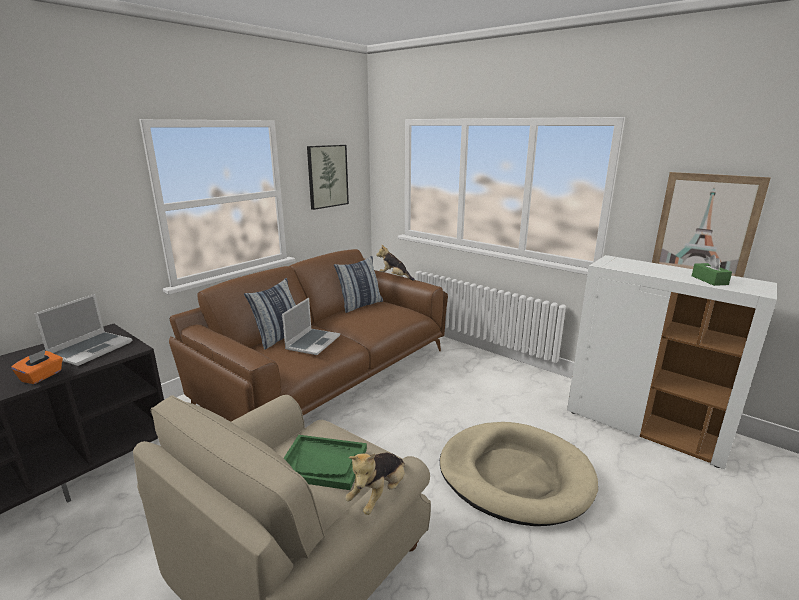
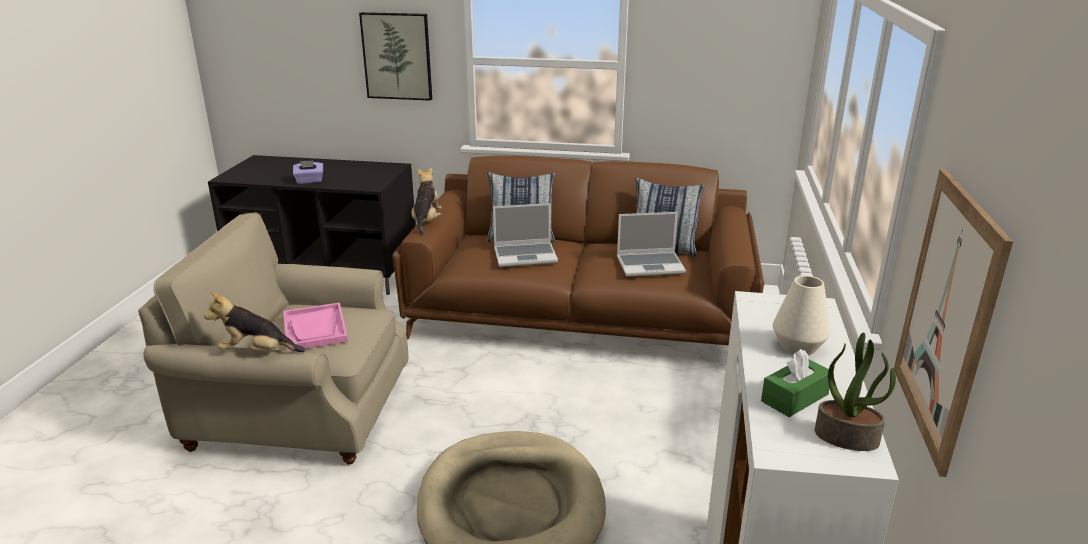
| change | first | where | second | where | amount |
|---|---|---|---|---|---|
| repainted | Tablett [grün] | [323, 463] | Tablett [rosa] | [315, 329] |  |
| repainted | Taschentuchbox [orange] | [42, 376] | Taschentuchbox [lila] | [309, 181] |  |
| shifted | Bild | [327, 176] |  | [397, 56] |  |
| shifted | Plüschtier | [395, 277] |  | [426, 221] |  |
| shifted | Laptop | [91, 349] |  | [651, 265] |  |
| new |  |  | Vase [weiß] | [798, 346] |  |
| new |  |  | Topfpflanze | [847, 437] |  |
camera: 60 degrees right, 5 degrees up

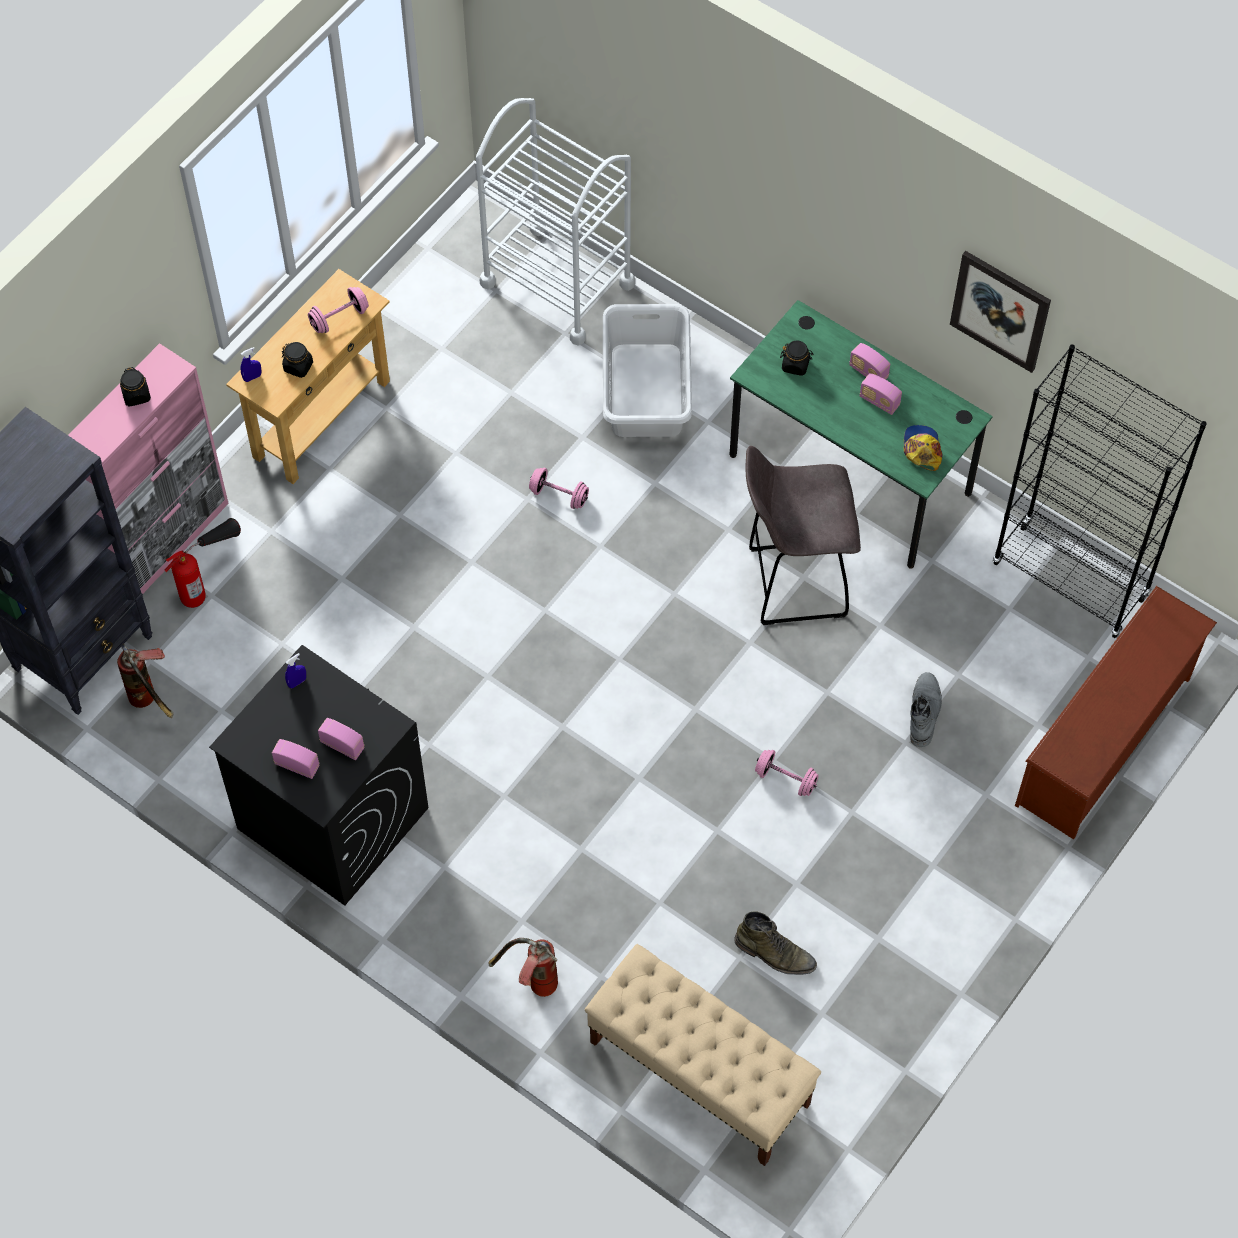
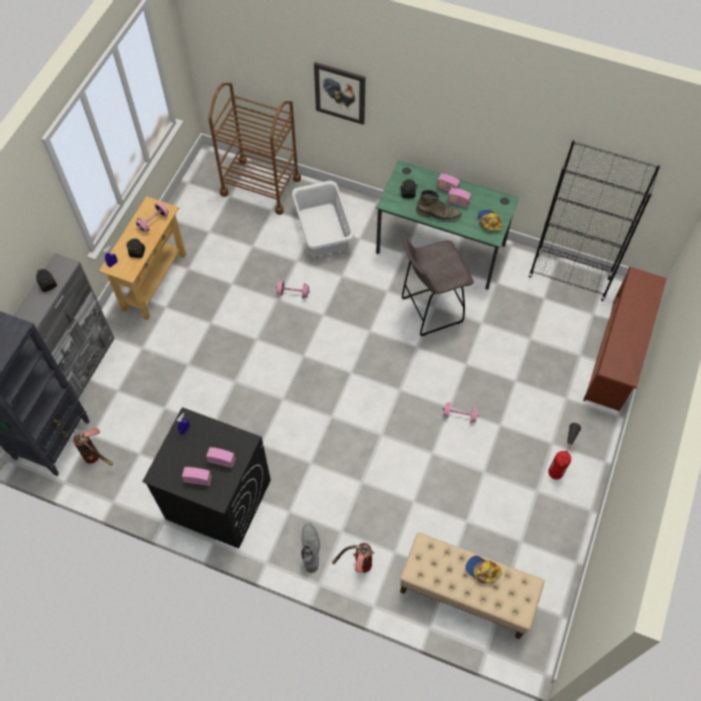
| change | first | where | second | where | amount |
|---|---|---|---|---|---|
| repainted | Schrank [rosa] | [165, 540] | Schrank [grau] | [84, 366] |  |
| repainted | Rollwagen [weiß] | [557, 283] | Rollwagen [braun] | [261, 186] |  |
| shifted | Stiefel [grau] | [924, 711] |  | [310, 548] |  |
| shifted | Bild | [1000, 310] |  | [340, 93] |  |
| shifted | Stiefel [grün] | [775, 954] |  | [438, 214] |  |
| new |  |  | Kappe | [482, 570] |  |
| shifted | Feuerlöscher | [210, 581] |  | [560, 460] |  |
camera: 15 degrees left, 0 degrees up

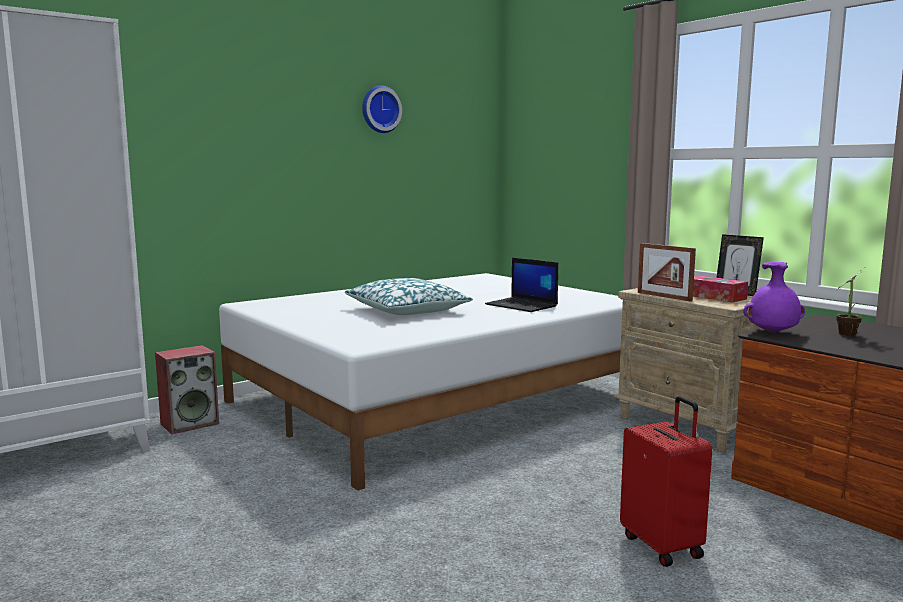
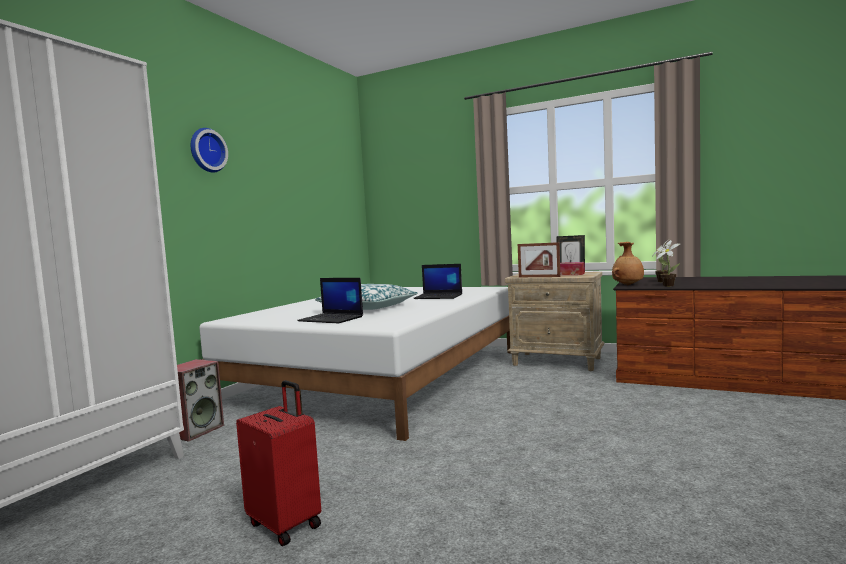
| change | first | where | second | where | amount |
|---|---|---|---|---|---|
| shifted | Wanduhr | [380, 109] |  | [206, 150] |  |
| shifted | Koffer [rot] | [663, 546] |  | [286, 524] |  |
| new |  |  | Laptop | [332, 319] |  |
| repainted | Vase [lila] | [773, 332] | Vase [braun] | [628, 285] |  |
| new |  |  | Topfpflanze | [667, 285] |  |
camera: 25 degrees left, 5 degrees down

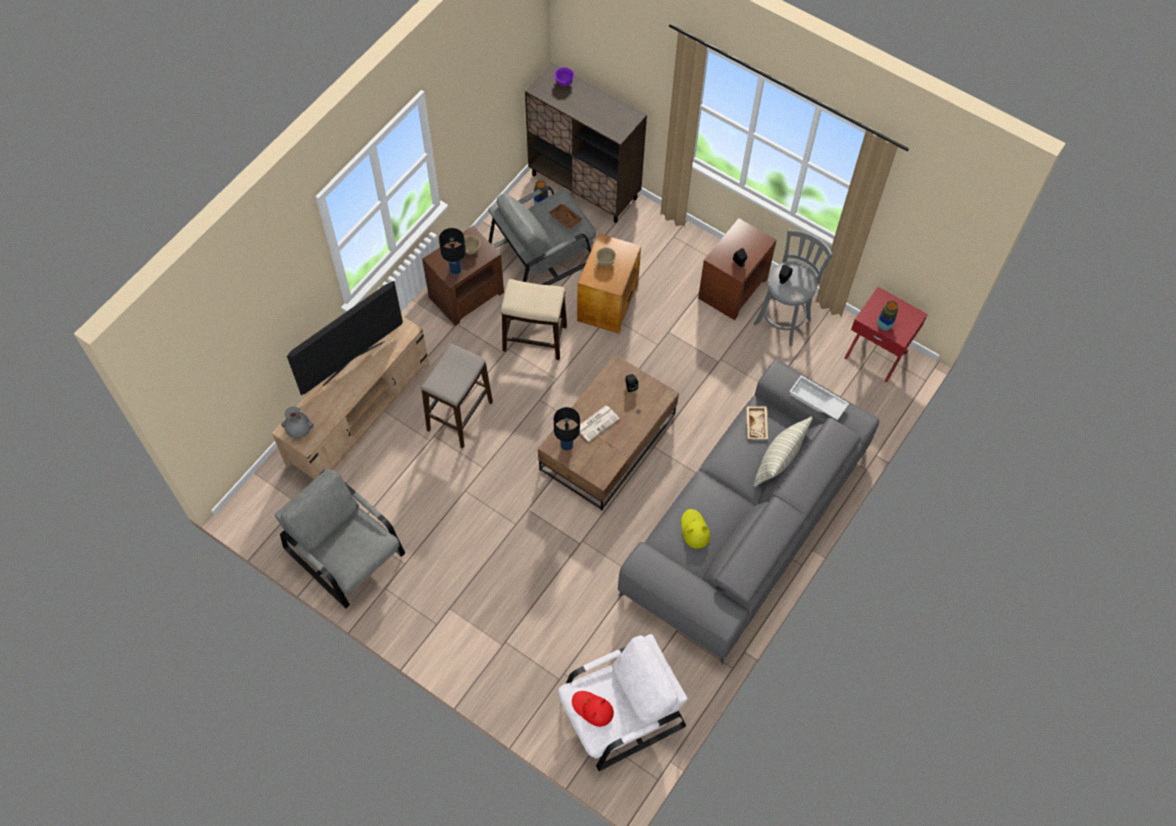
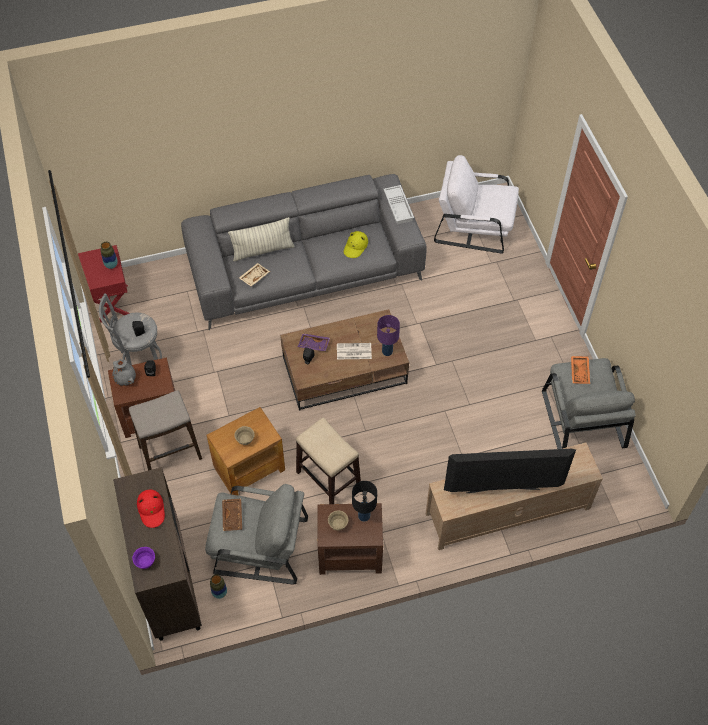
| change | first | where | second | where | amount |
|---|---|---|---|---|---|
| shifted | Vase [grau] | [299, 431] |  | [126, 379] |  |
| shifted | Hocker | [460, 416] |  | [170, 453] |  |
| shifted | Hut [rot] | [592, 709] |  | [151, 509] |  |
| new |  |  | Tablett [lila] | [313, 345] |  |
| repainted | Tischlampe [schwarz] | [566, 445] | Tischlampe [lila] | [387, 352] |  |
| shifted | Tablett [weiß] | [816, 401] |  | [399, 207] |  |
| new |  |  | Tablett [orange] | [580, 372] |  |
camera: 140 degrees left, 5 degrees down

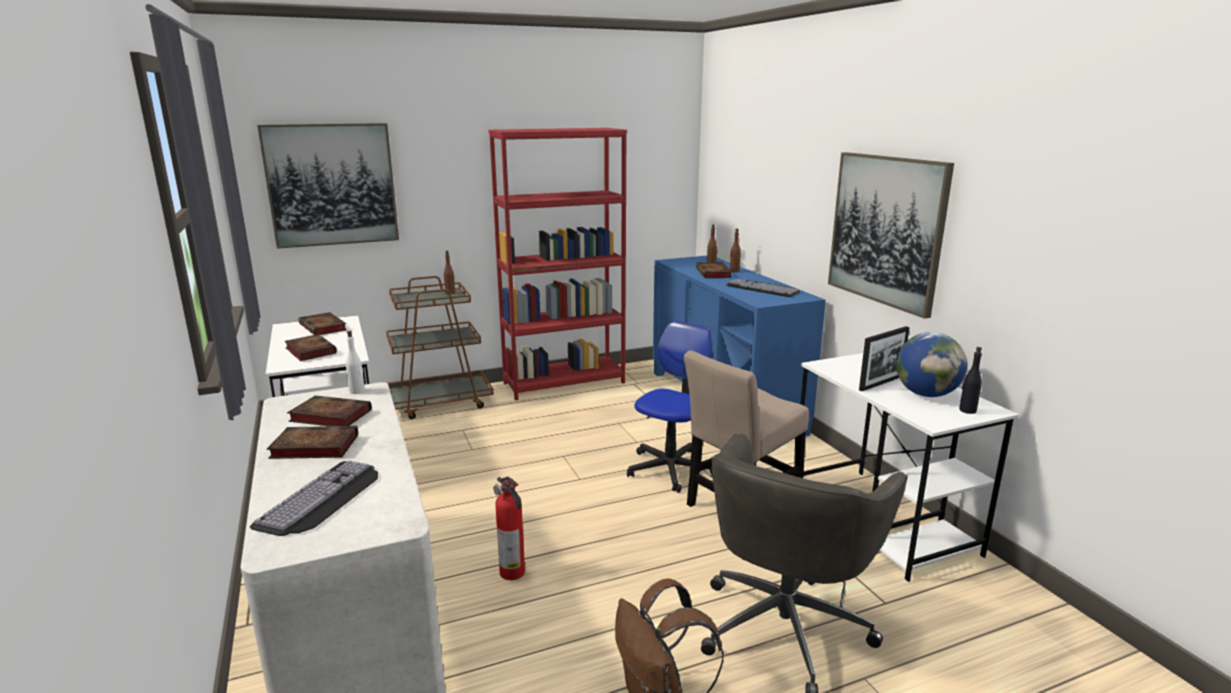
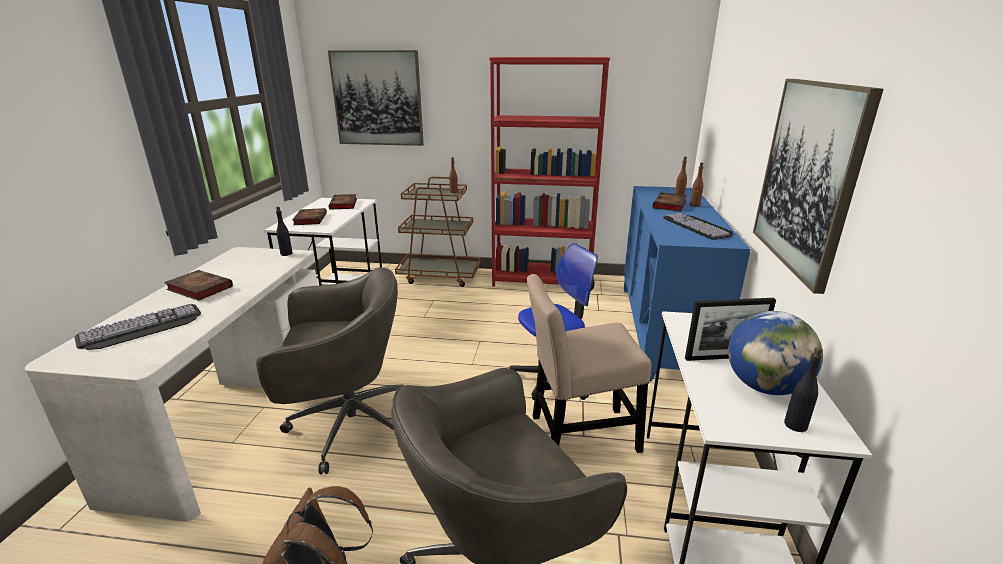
| change | first | where | second | where | amount |
|---|---|---|---|---|---|
| swapped | Feuerlöscher | [513, 573] | Bürostuhl [grau] | [348, 425] |  |
| repainted | Flasche [weiß] | [357, 391] | Flasche [schwarz] | [286, 254] |  |
| gone | Buch | [328, 416] |  |  |  |
camera: 30 degrees right, 5 degrees up

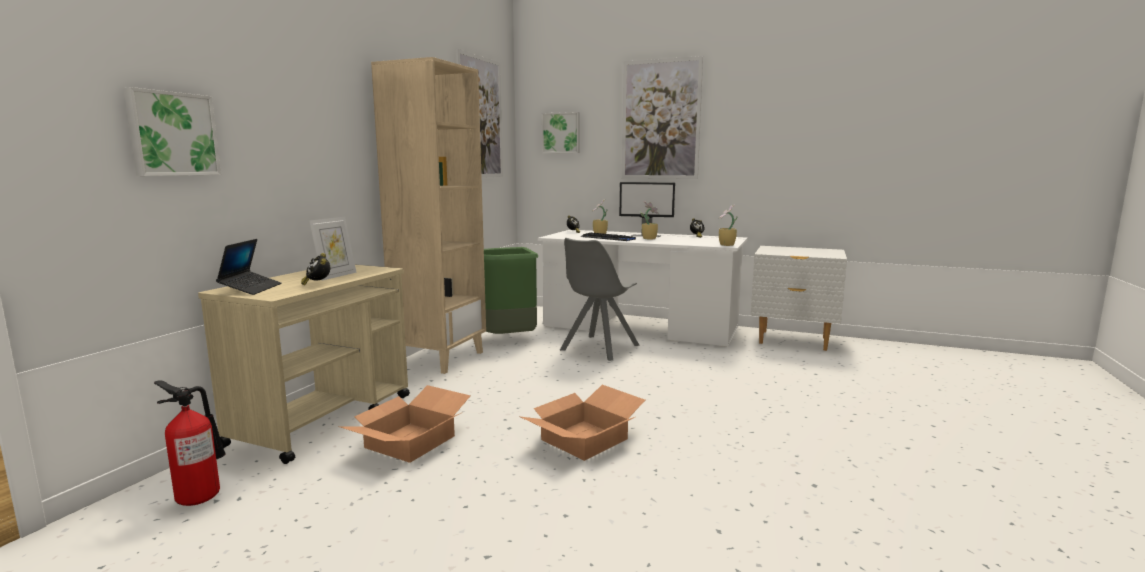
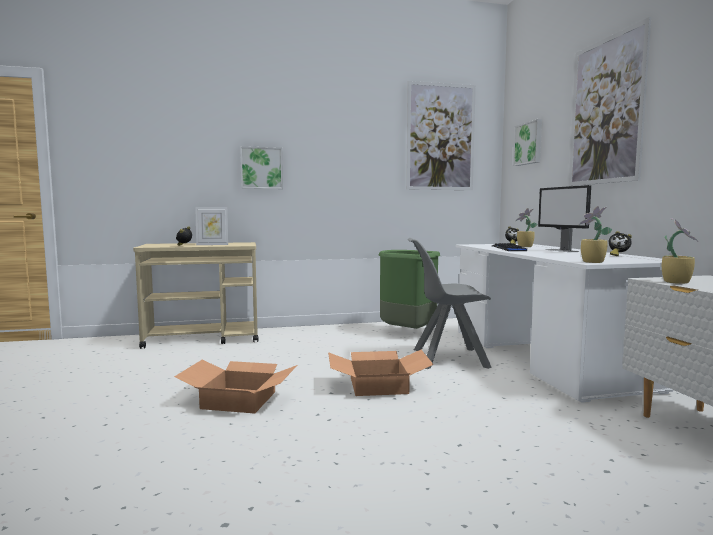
| change | first | where | second | where | amount |
|---|---|---|---|---|---|
| shifted | Bild | [172, 134] |  | [261, 168] |  |
| shifted | Karton | [410, 441] |  | [379, 385] |  |
| shifted | Topfpflanze | [649, 238] |  | [676, 282] |  |
| gone | Feuerlöscher | [201, 496] |  |  |  |
| gone | Laptop | [251, 289] |  |  |  |
| gone | Bücherregal [beige] | [440, 358] |  |  |  |
camera: 55 degrees right, 5 degrees down

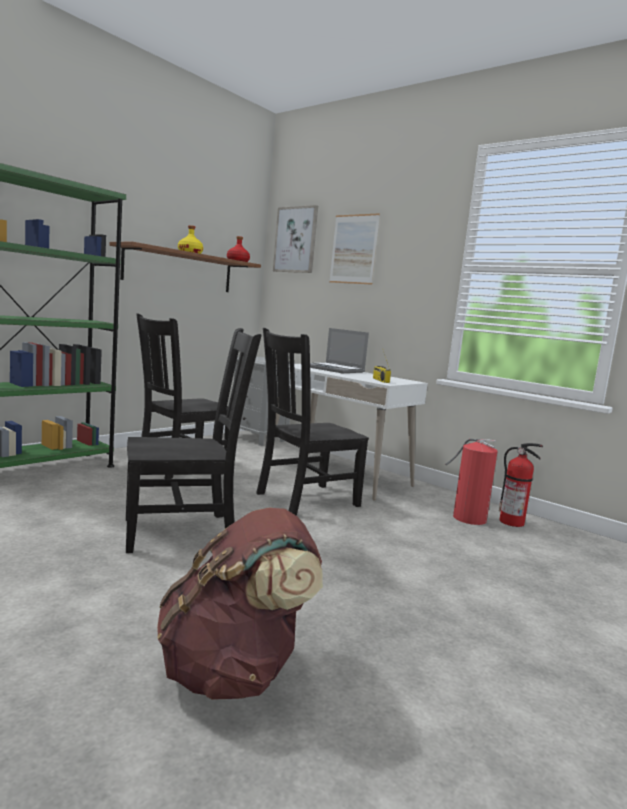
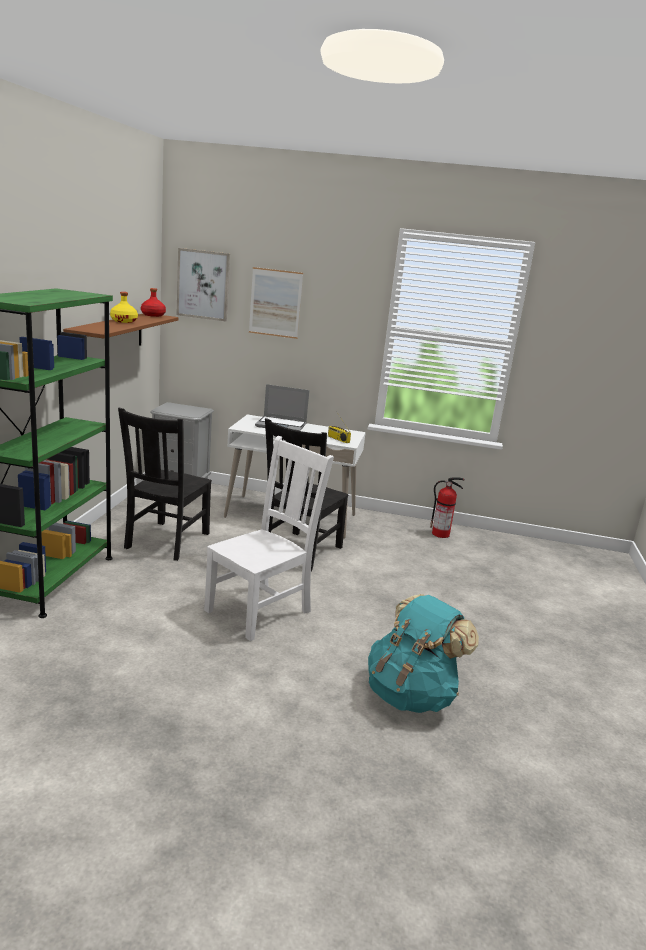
| change | first | where | second | where | amount |
|---|---|---|---|---|---|
| repainted | Stuhl [schwarz] | [183, 532] | Stuhl [weiß] | [261, 610] |  |
| repainted | Rucksack [braun] | [234, 671] | Rucksack [türkis] | [411, 695] |  |
| gone | Feuerlöscher | [468, 517] |  |  |  |
camera: 30 degrees left, 10 degrees up

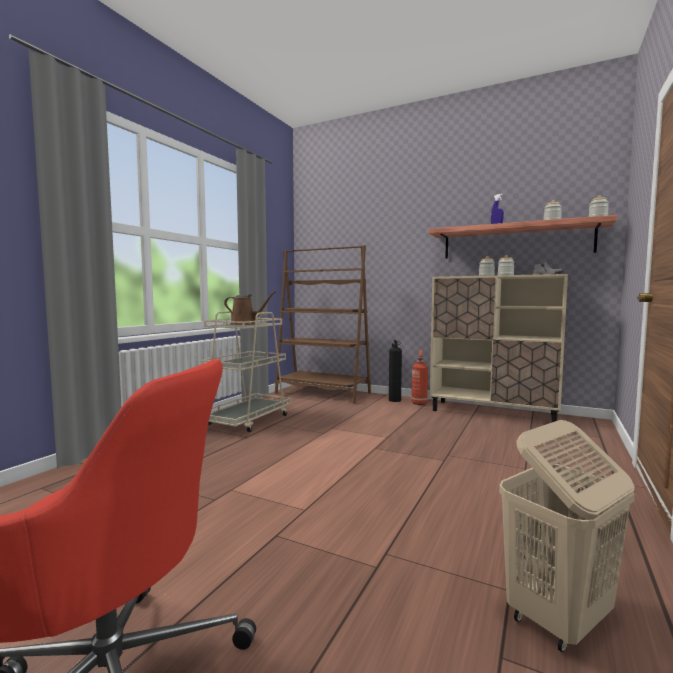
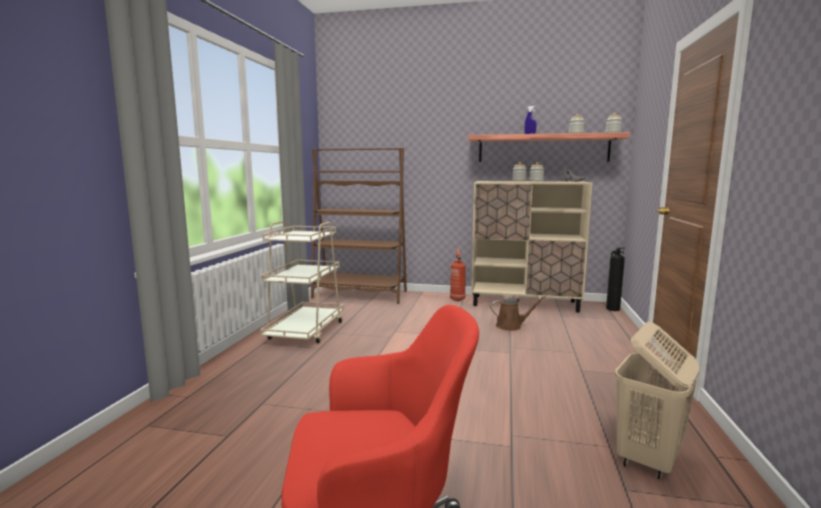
| change | first | where | second | where | amount |
|---|---|---|---|---|---|
| shifted | Gießkanne [braun] | [245, 324] |  | [511, 326] |  |
| shifted | Feuerlöscher | [394, 400] |  | [612, 309] |  |
camera: 15 degrees left, 5 degrees up

